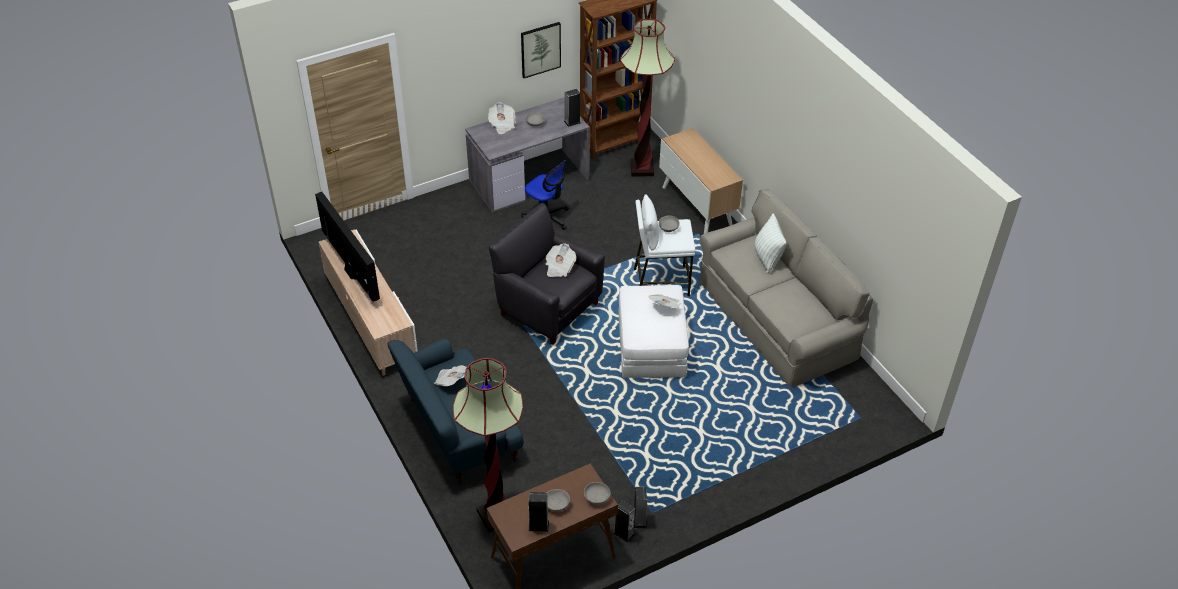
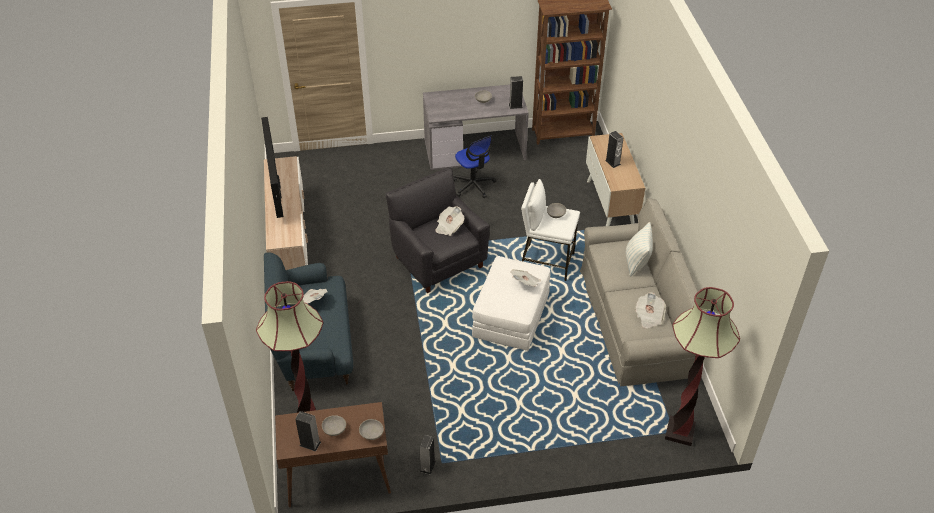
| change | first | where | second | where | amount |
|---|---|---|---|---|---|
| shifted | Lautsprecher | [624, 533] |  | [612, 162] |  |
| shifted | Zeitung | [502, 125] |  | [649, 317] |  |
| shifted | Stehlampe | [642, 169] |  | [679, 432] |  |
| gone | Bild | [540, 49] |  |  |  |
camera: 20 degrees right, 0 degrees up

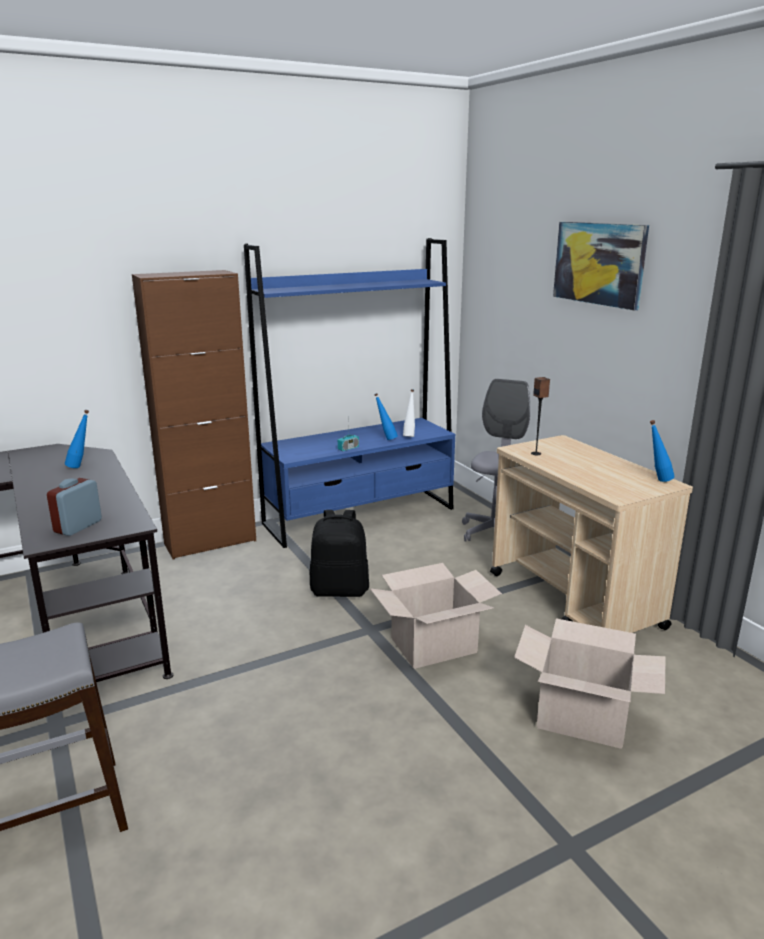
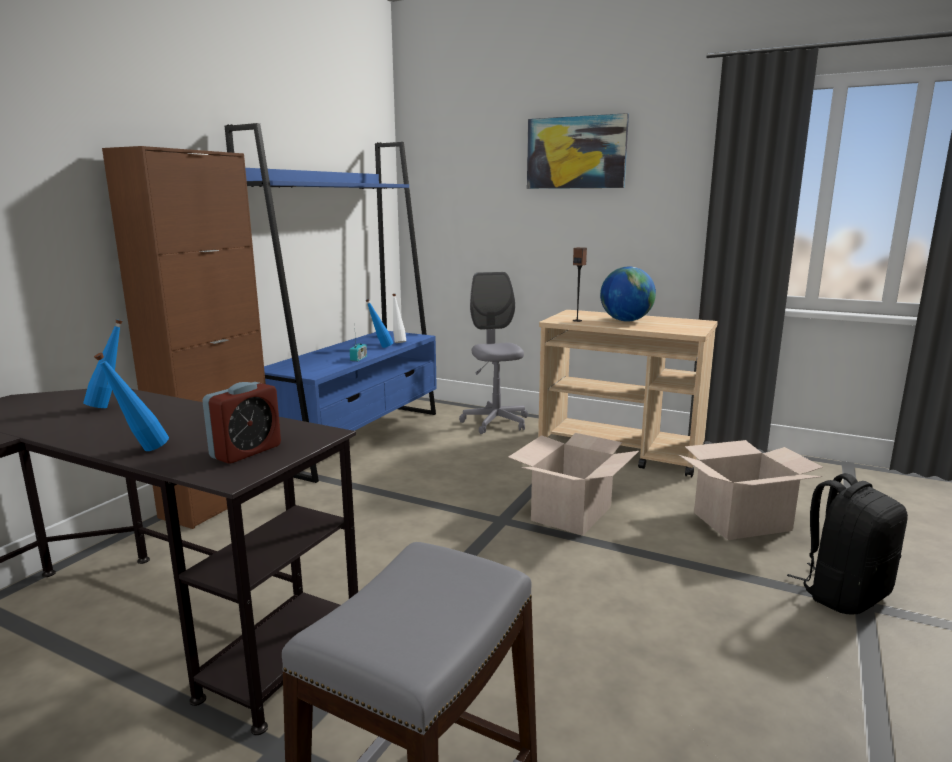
| change | first | where | second | where | amount |
|---|---|---|---|---|---|
| shifted | Flasche [blau] | [657, 480] |  | [141, 451] |  |
| rotated | Wecker | [78, 526] |  | [246, 451] | 135 degrees counterclockwise |
| new |  |  | Globus | [625, 321] |  |
| shifted | Rucksack [schwarz] | [340, 590] |  | [843, 594] |  |
camera: 35 degrees left, 5 degrees down

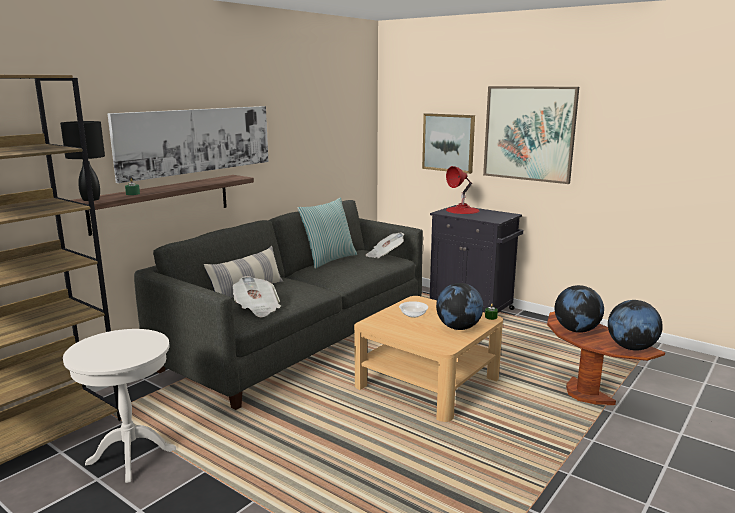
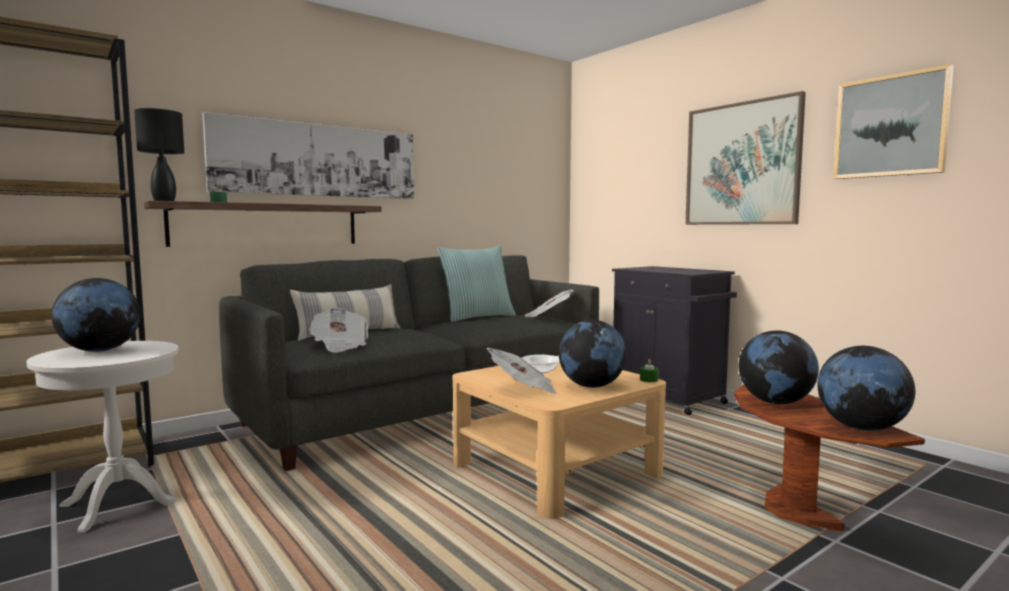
| change | first | where | second | where | amount |
|---|---|---|---|---|---|
| new |  |  | Globus | [100, 350] |  |
| new |  |  | Zeitung | [523, 390] |  |
| shifted | Bild | [448, 142] |  | [890, 126] |  |
| gone | Tischlampe [rot] | [462, 210] |  |  |  |
camera: 15 degrees right, 10 degrees down

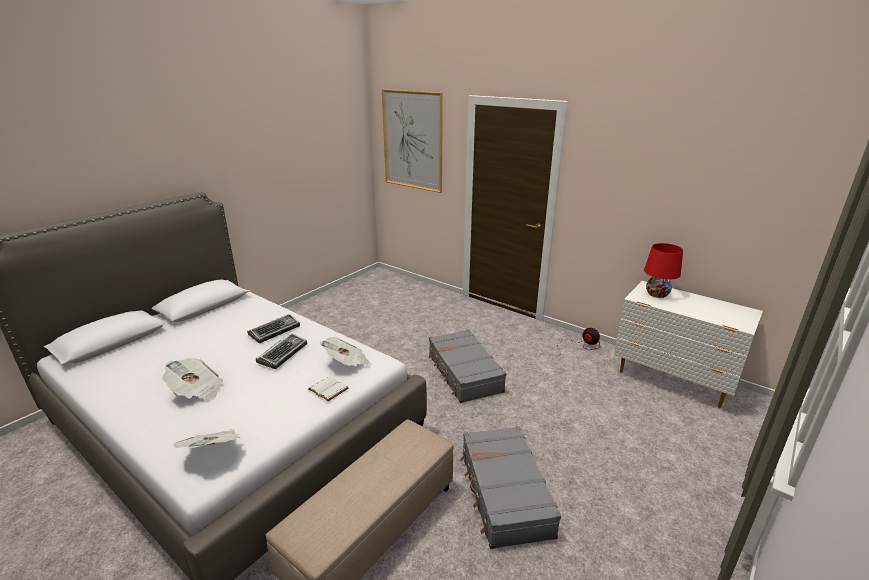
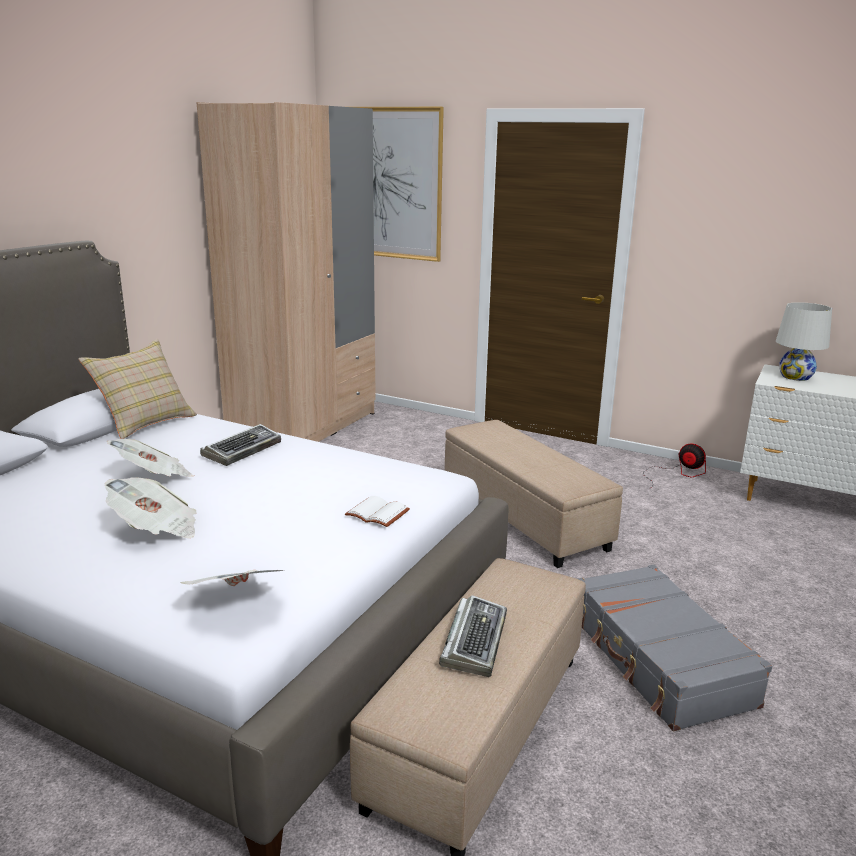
| change | first | where | second | where | amount |
|---|---|---|---|---|---|
| new |  |  | Kissen [beige] | [145, 423] |  |
| shifted | Zeitung | [347, 363] |  | [154, 477] |  |
| new |  |  | Kleiderschrank [beige] | [304, 427] |  |
| shifted | Tastatur | [283, 354] |  | [474, 641] |  |
| swapped | Koffer [grau] | [464, 373] | Polsterhocker [beige] | [524, 517] |  |
| repainted | Tischlampe [rot] | [657, 294] | Tischlampe [weiß] | [795, 377] |  |
camera: 10 degrees left, 5 degrees down

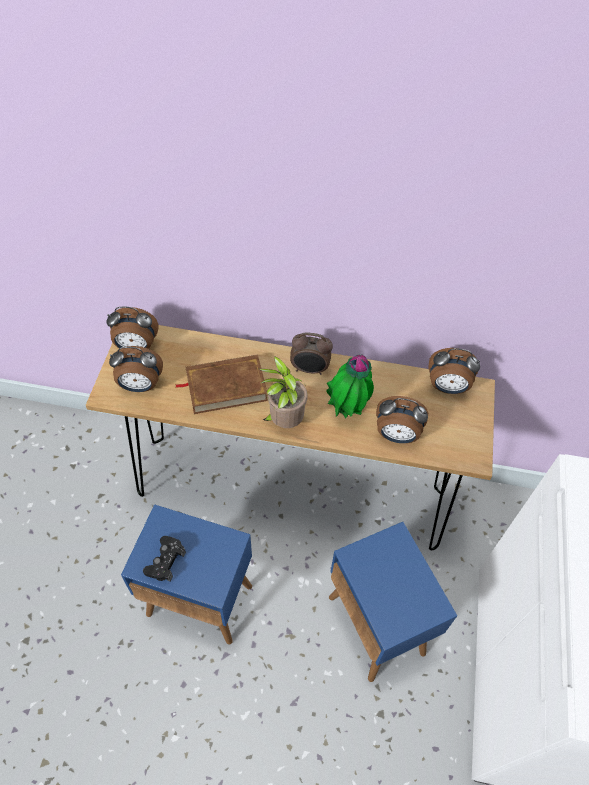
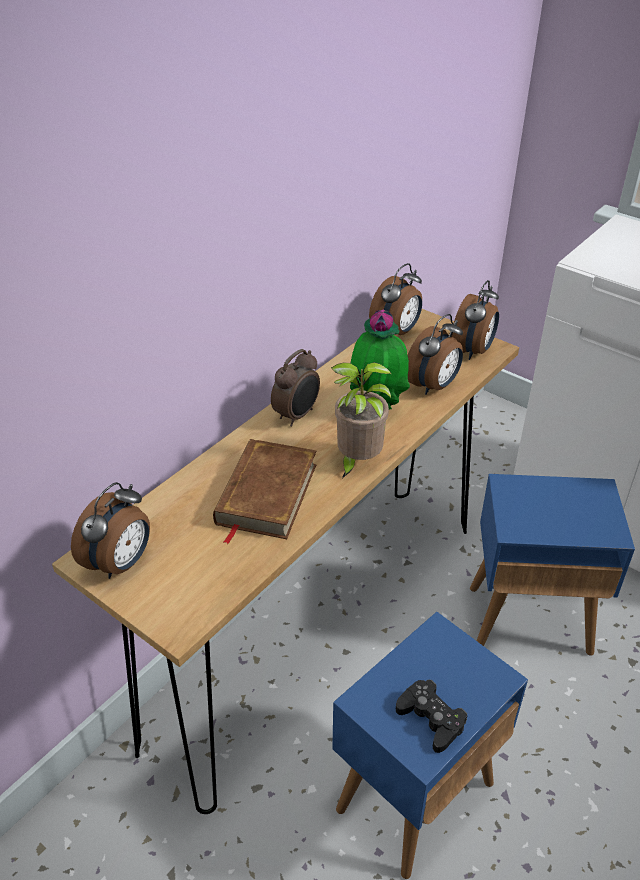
| change | first | where | second | where | amount |
|---|---|---|---|---|---|
| shifted | Wecker | [140, 386] |  | [473, 351] |  |
camera: 60 degrees left, 15 degrees down

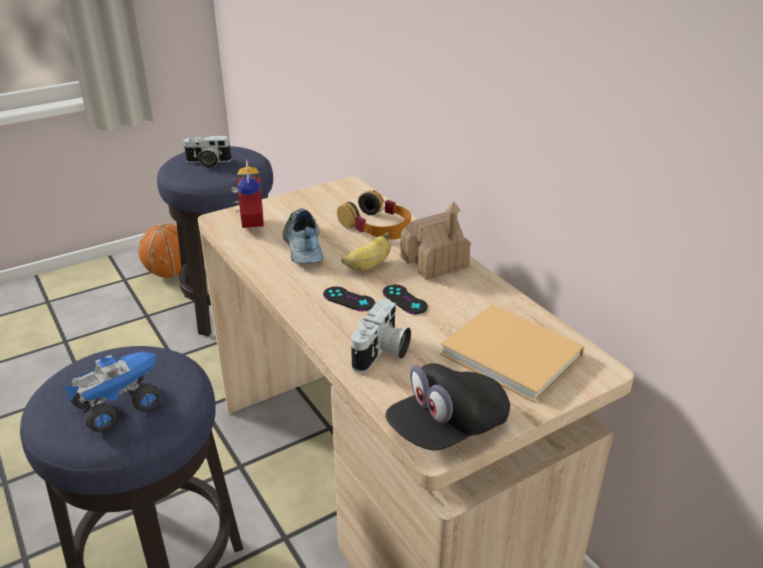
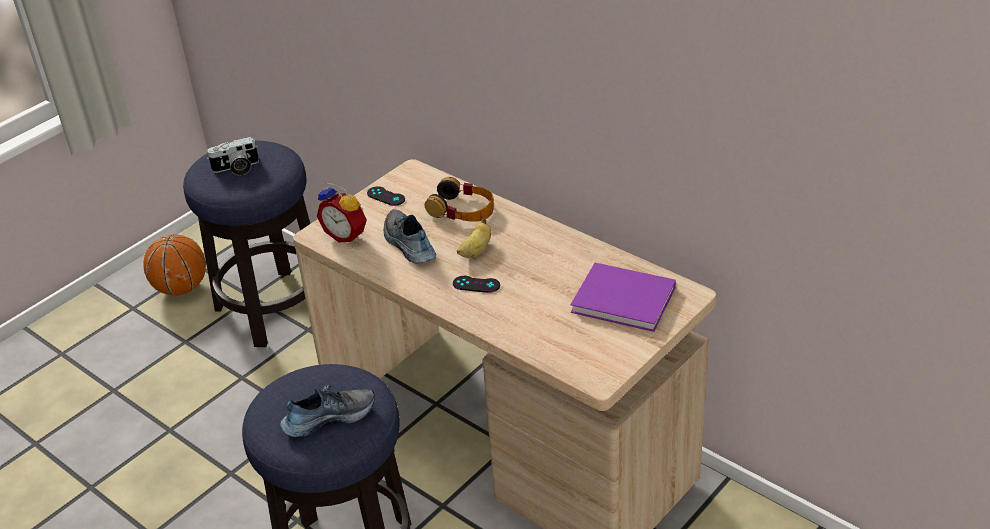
| change | first | where | second | where | amount |
|---|---|---|---|---|---|
| swapped | Spielzeuglaster | [119, 405] | Schuh | [329, 417] |  |
| rotated | Wecker | [249, 225] |  | [347, 235] | 150 degrees clockwise |
| shifted | Gamepad [schwarz] | [404, 299] |  | [386, 196] |  |
| repainted | Buch [beige] | [514, 357] | Buch [lila] | [626, 300] |  |
| gone | Kamera | [382, 353] |  |  |  |
| gone | Kappe [schwarz] | [447, 428] |  |  |  |
| gone | Spielzeughaus | [434, 262] |  |  |  |
camera: 15 degrees left, 5 degrees up

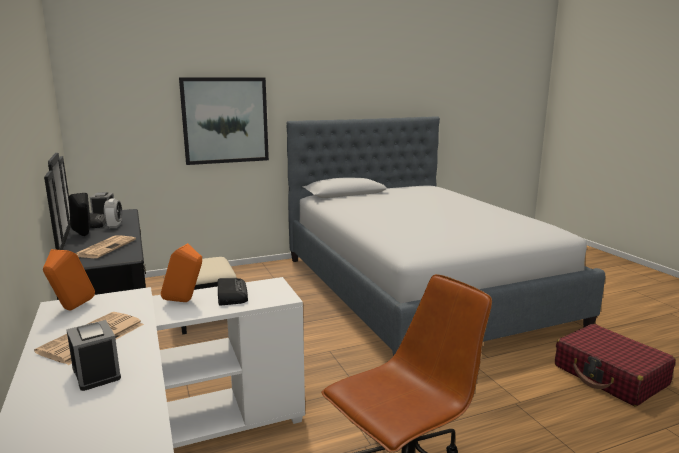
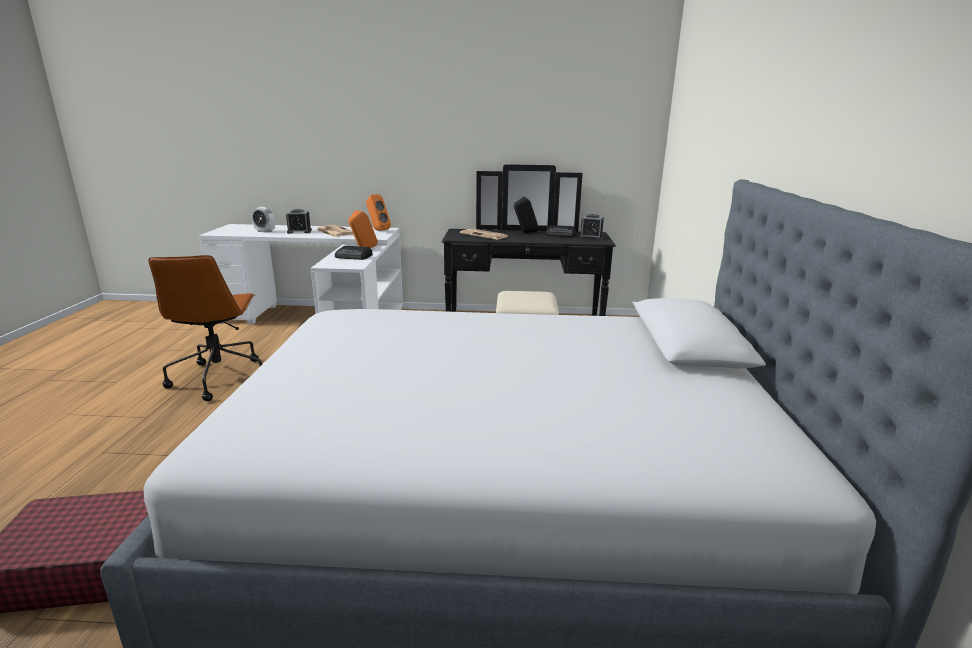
| change | first | where | second | where | amount |
|---|---|---|---|---|---|
| shifted | Wecker | [115, 226] |  | [265, 231] |  |
| gone | Bild | [225, 120] |  |  |  |
camera: 115 degrees right, 5 degrees up

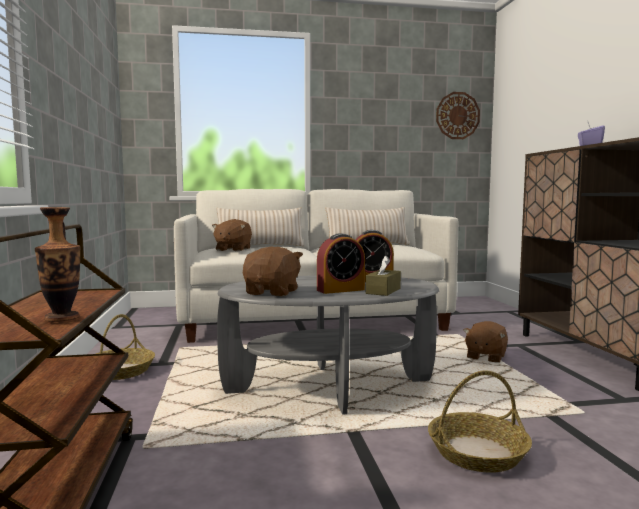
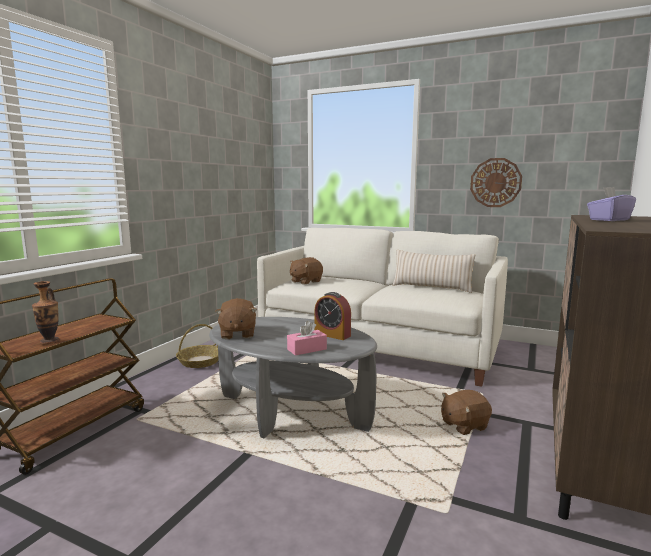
| change | first | where | second | where | amount |
|---|---|---|---|---|---|
| rotated | Plüschtier [braun] | [273, 292] |  | [237, 334] | 120 degrees clockwise |
| repainted | Taschentuchbox [braun] | [383, 291] | Taschentuchbox [rosa] | [307, 349] |  |
| shifted | Wanduhr | [457, 115] |  | [495, 182] |  |
| gone | Kissen [beige] | [261, 246] |  |  |  |
| gone | Wecker | [340, 290] |  |  |  |
| gone | Korb | [477, 453] |  |  |  |
camera: 35 degrees right, 5 degrees up

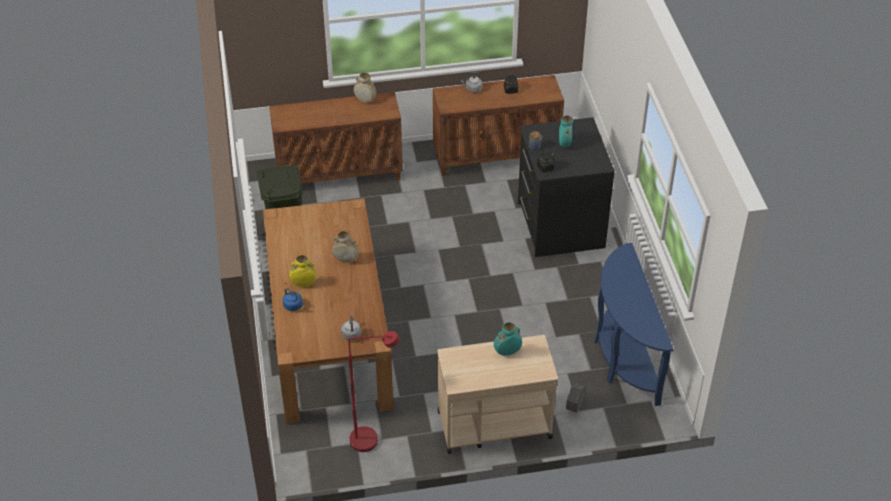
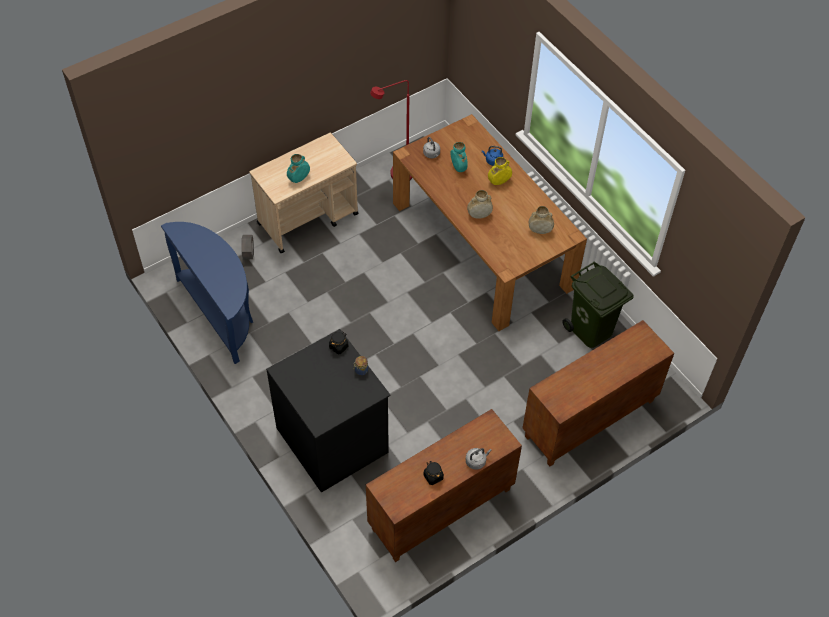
| change | first | where | second | where | amount |
|---|---|---|---|---|---|
| shifted | Vase [türkis] | [564, 143] |  | [458, 168] |  |
| shifted | Vase [beige] | [365, 100] |  | [540, 231] |  |
camera: 155 degrees right, 10 degrees up

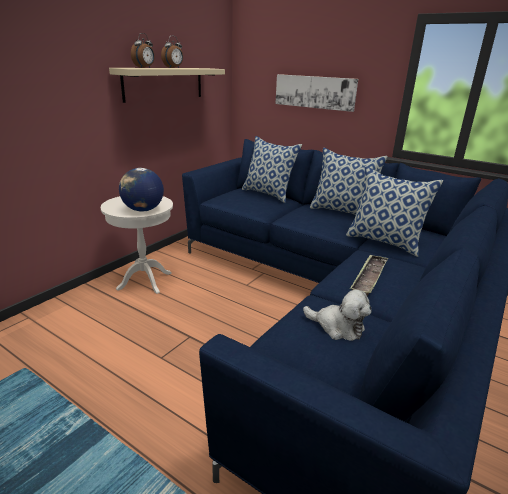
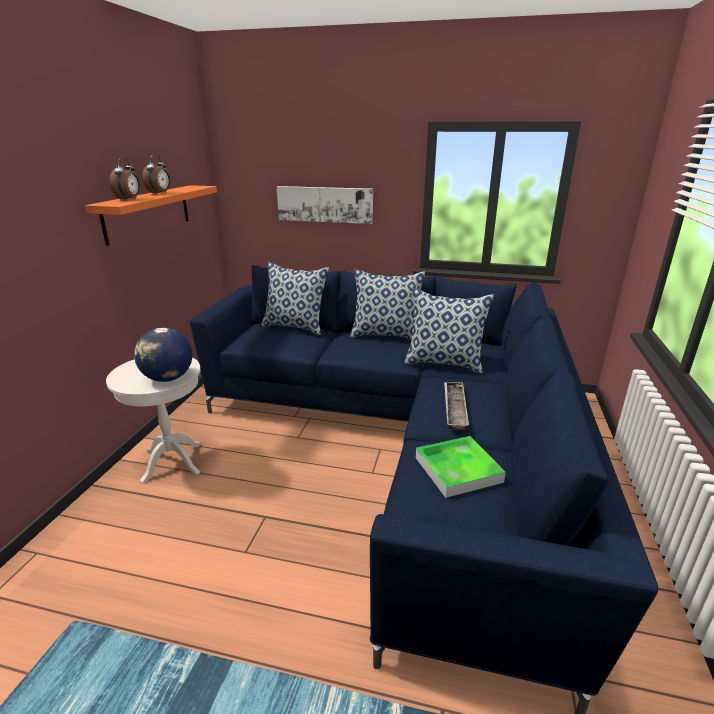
| change | first | where | second | where | amount |
|---|---|---|---|---|---|
| repainted | Wandregal [beige] | [164, 83] | Wandregal [orange] | [148, 213] |  |
| swapped | Plüschtier | [337, 327] | Tablett | [458, 469] |  |
camera: 20 degrees left, 0 degrees up

